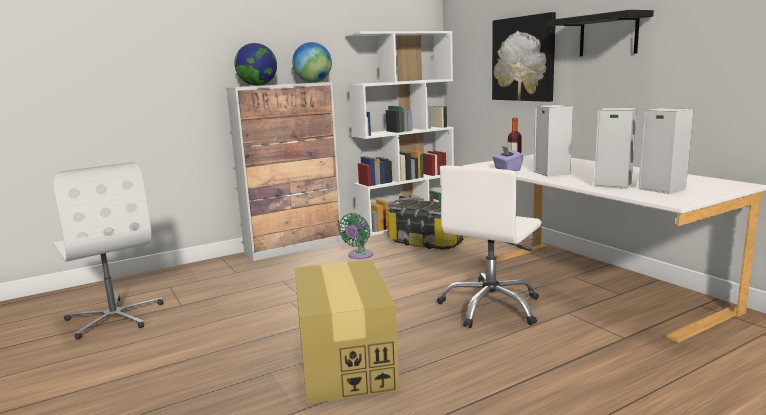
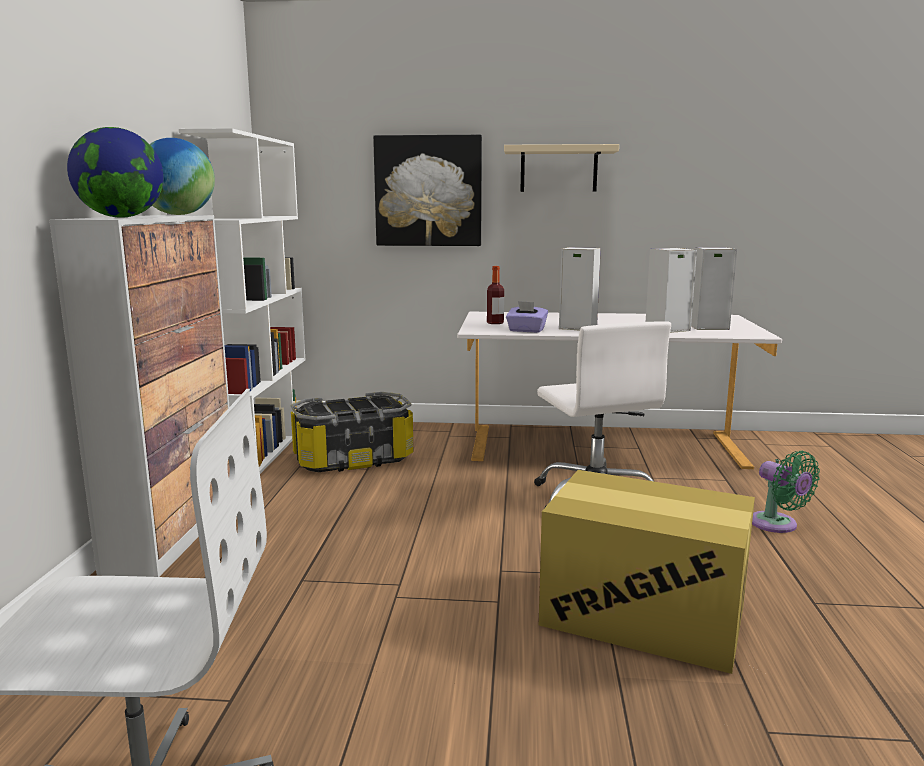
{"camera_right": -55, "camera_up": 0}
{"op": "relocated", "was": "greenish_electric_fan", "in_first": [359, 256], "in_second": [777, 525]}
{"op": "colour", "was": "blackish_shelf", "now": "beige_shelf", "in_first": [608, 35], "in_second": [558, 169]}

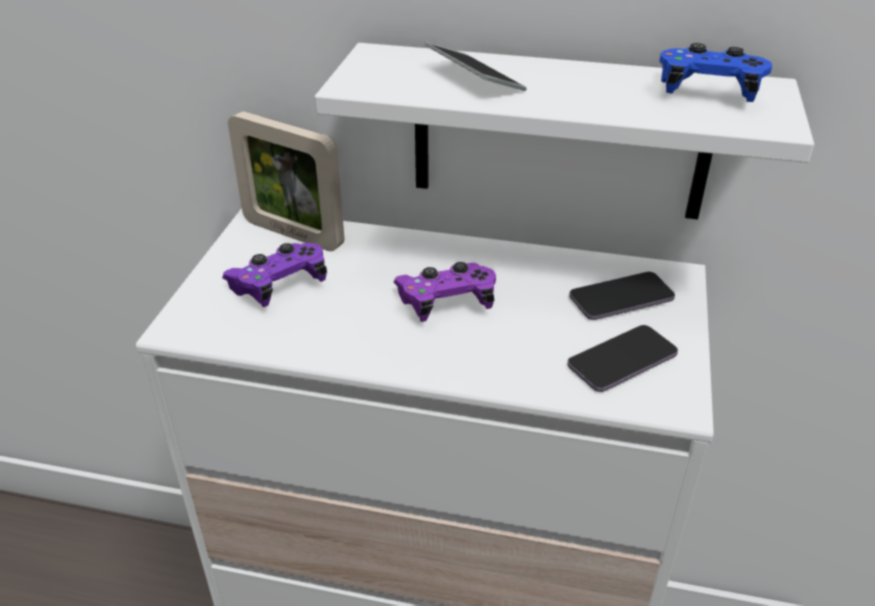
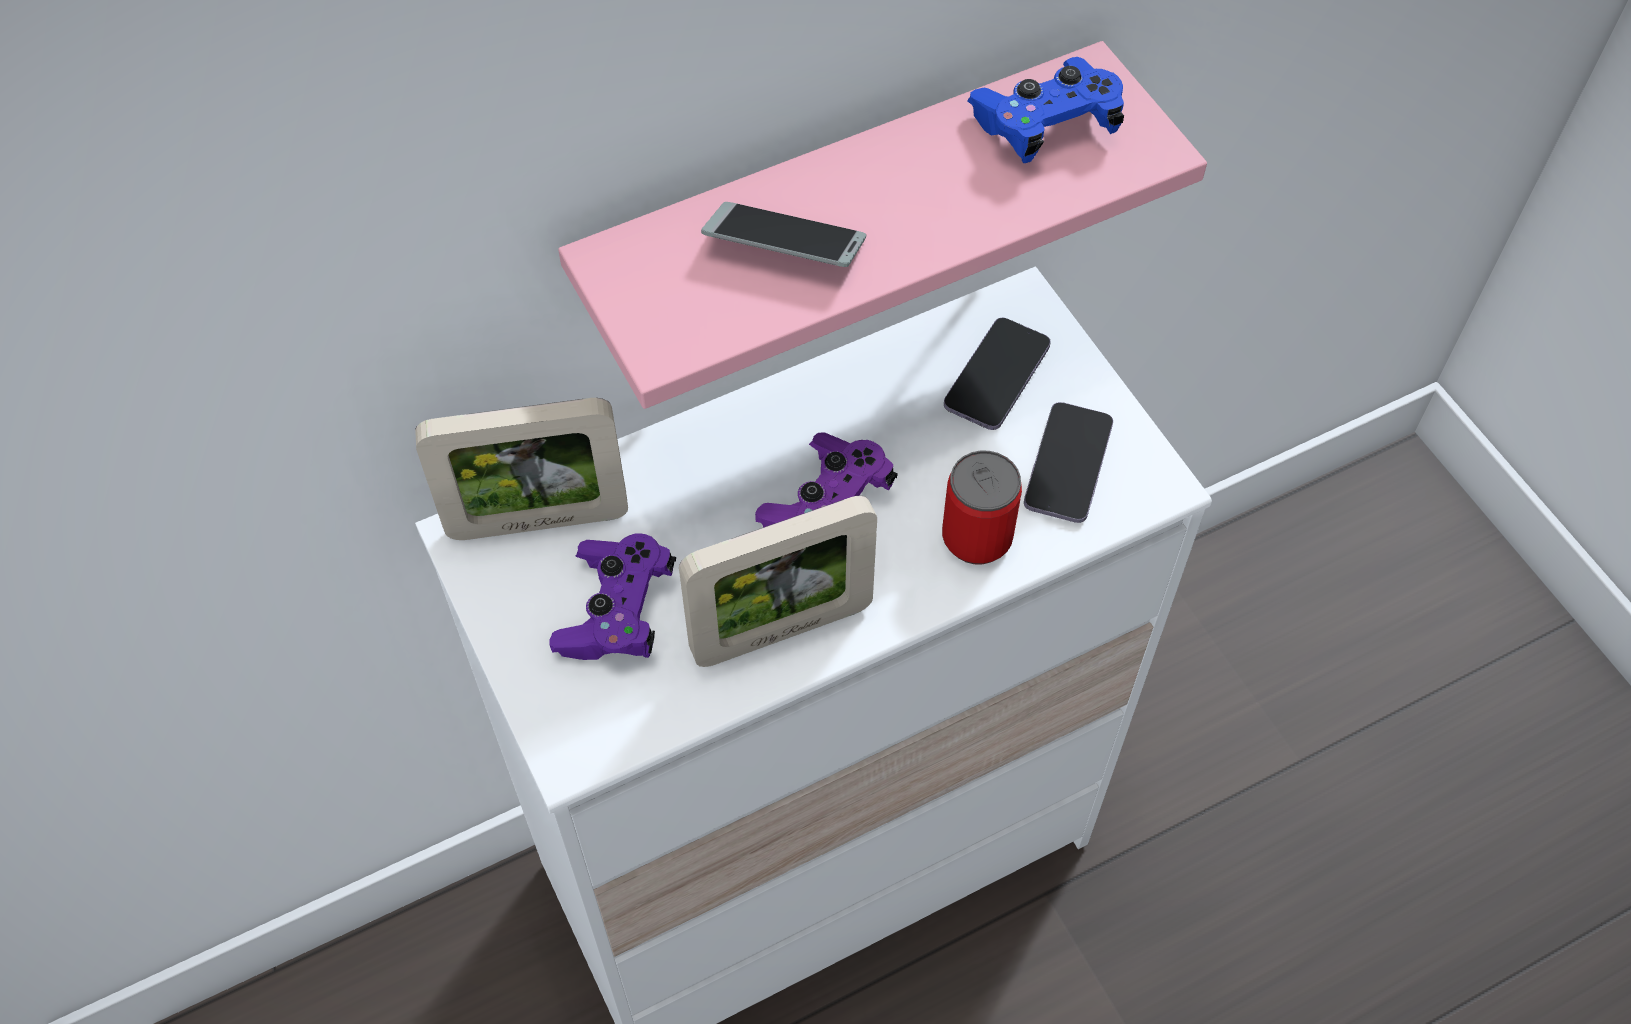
{"camera_right": -40, "camera_up": 20}
{"op": "appeared", "now": "picture_frame", "in_second": [781, 630]}
{"op": "appeared", "now": "metal_can", "in_second": [977, 537]}
{"op": "colour", "was": "white_shelf", "now": "pink_shelf", "in_first": [559, 133], "in_second": [840, 216]}

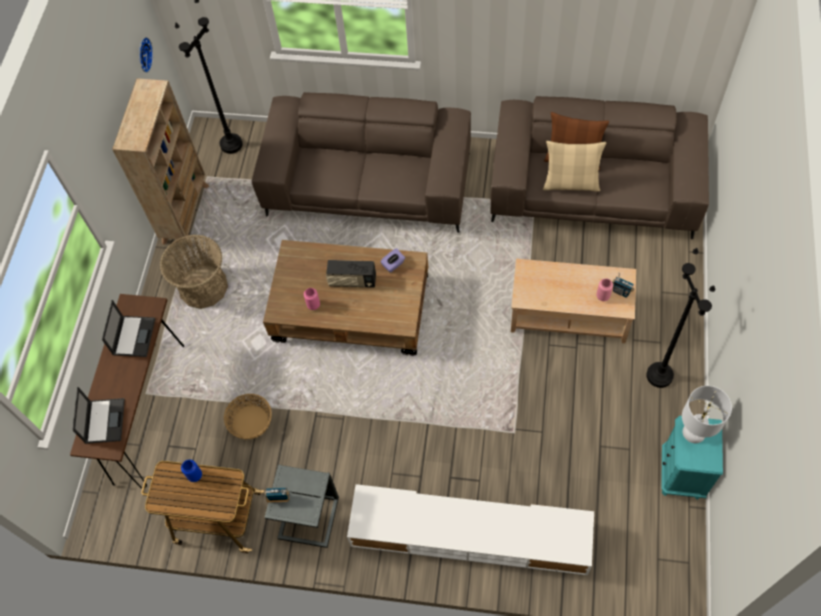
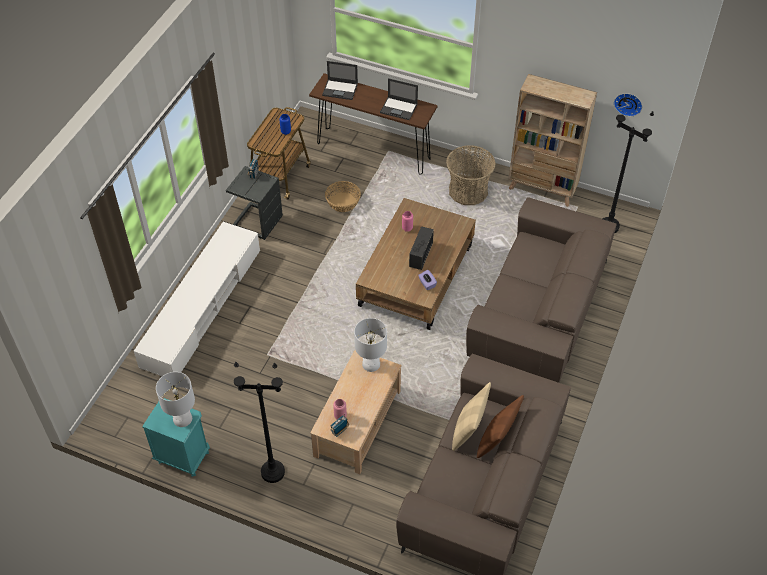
{"camera_right": 100, "camera_up": -10}
{"op": "appeared", "now": "white_lamp_for_a_table", "in_second": [370, 364]}

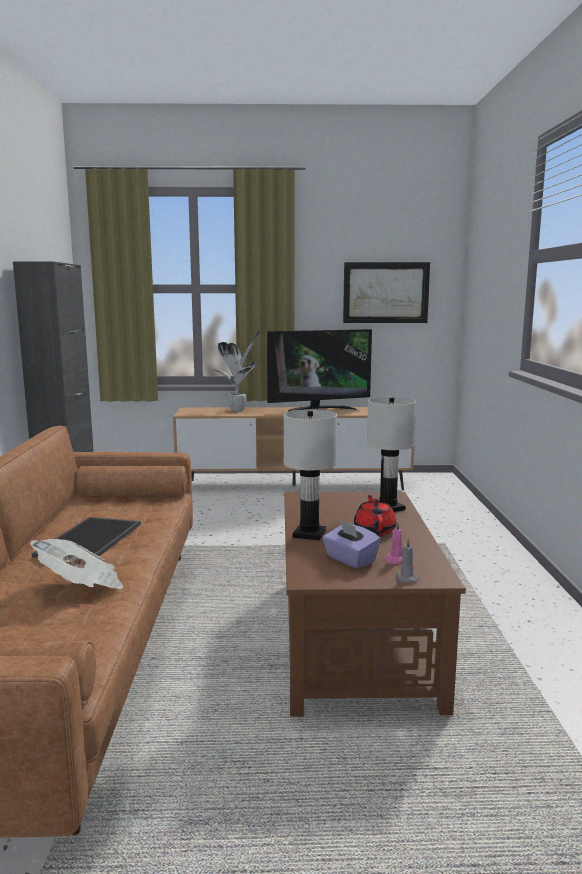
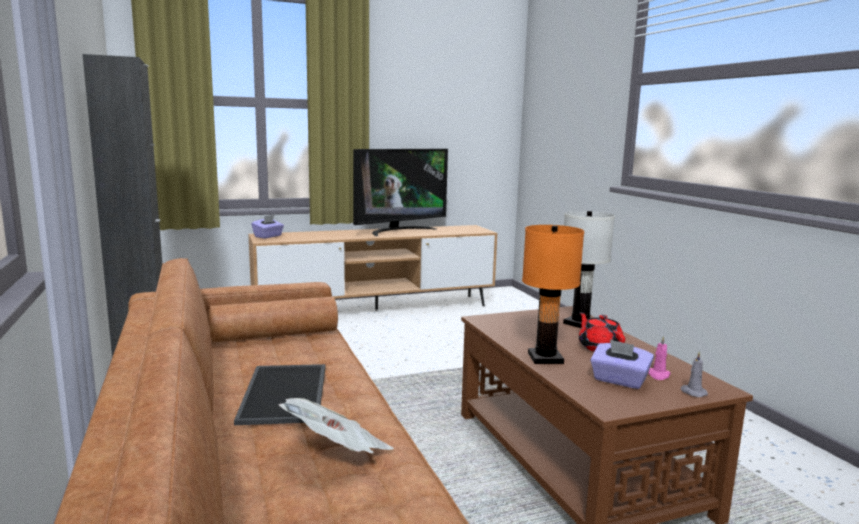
{"camera_right": -20, "camera_up": 0}
{"op": "missing", "was": "plant_in_a_pot", "in_first": [239, 410]}
{"op": "missing", "was": "wall_picture", "in_first": [385, 292]}
{"op": "appeared", "now": "purple_tissue_holder", "in_second": [268, 236]}
{"op": "colour", "was": "white_lamp_for_a_table", "now": "orangey_lamp_for_a_table", "in_first": [309, 534], "in_second": [544, 358]}

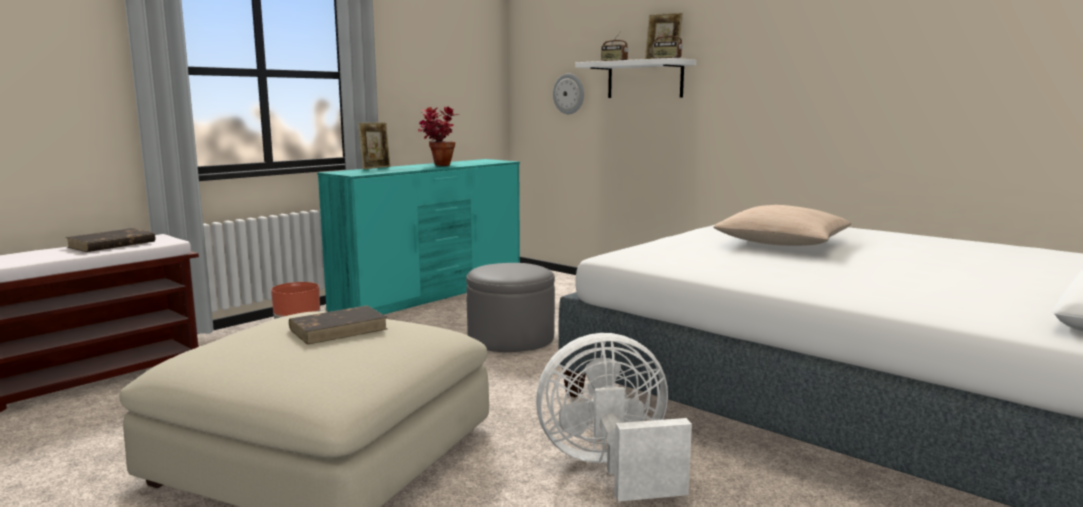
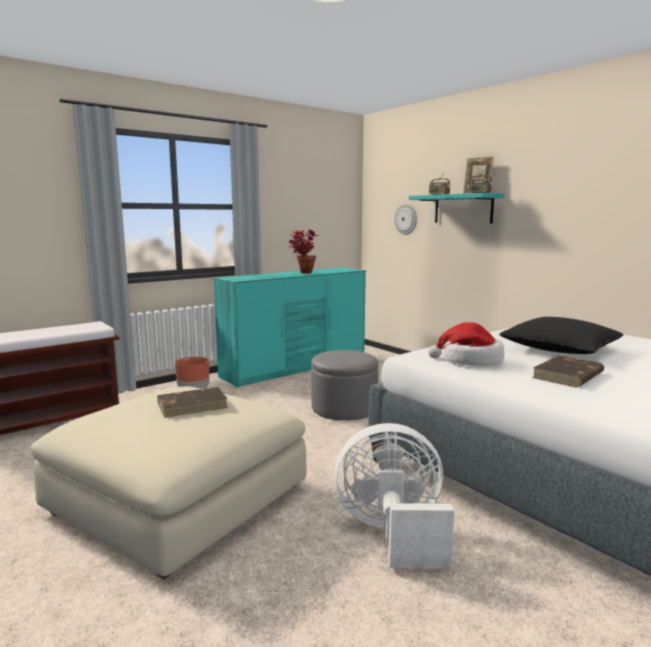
{"camera_right": 10, "camera_up": 0}
{"op": "missing", "was": "picture_frame", "in_first": [375, 168]}
{"op": "appeared", "now": "wearable_hat", "in_second": [470, 360]}
{"op": "relocated", "was": "brown-coloured_book", "in_first": [111, 245], "in_second": [568, 375]}
{"op": "colour", "was": "white_shelf", "now": "turquoise-coloured_shelf", "in_first": [645, 79], "in_second": [463, 209]}
{"op": "colour", "was": "beige_pillow", "now": "blackish_pillow", "in_first": [782, 243], "in_second": [559, 349]}

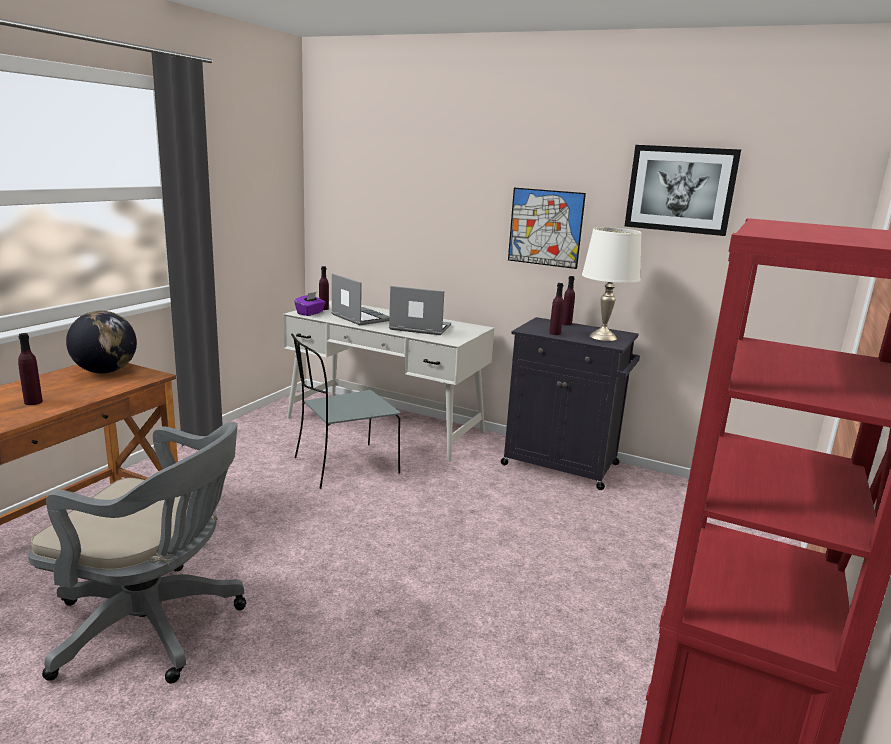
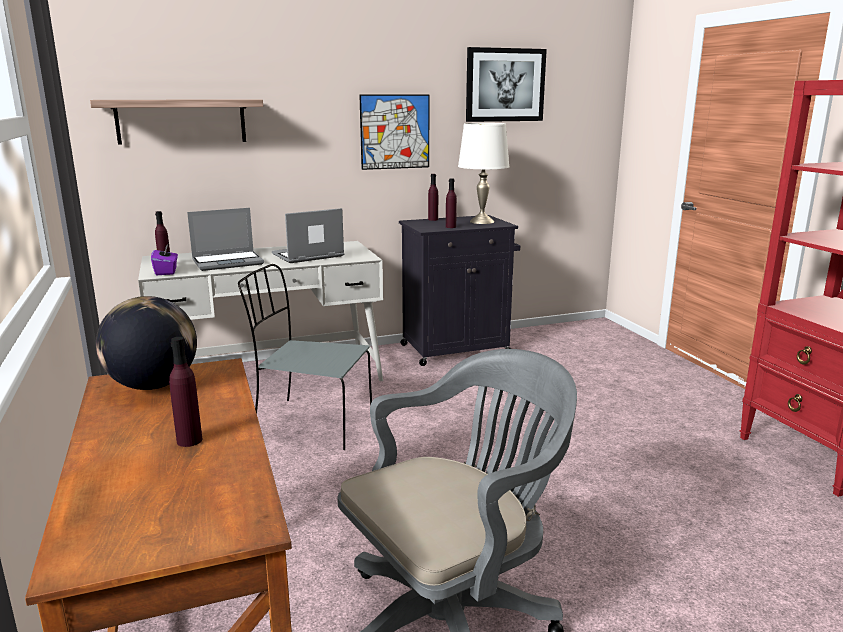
{"camera_right": -45, "camera_up": 0}
{"op": "appeared", "now": "shelf", "in_second": [181, 121]}
{"op": "spun", "was": "gray_upright_chair", "in_first": [343, 466], "in_second": [311, 423], "clockwise": 90}
{"op": "spun", "was": "notebook_computer", "in_first": [360, 317], "in_second": [228, 262], "clockwise": 150}

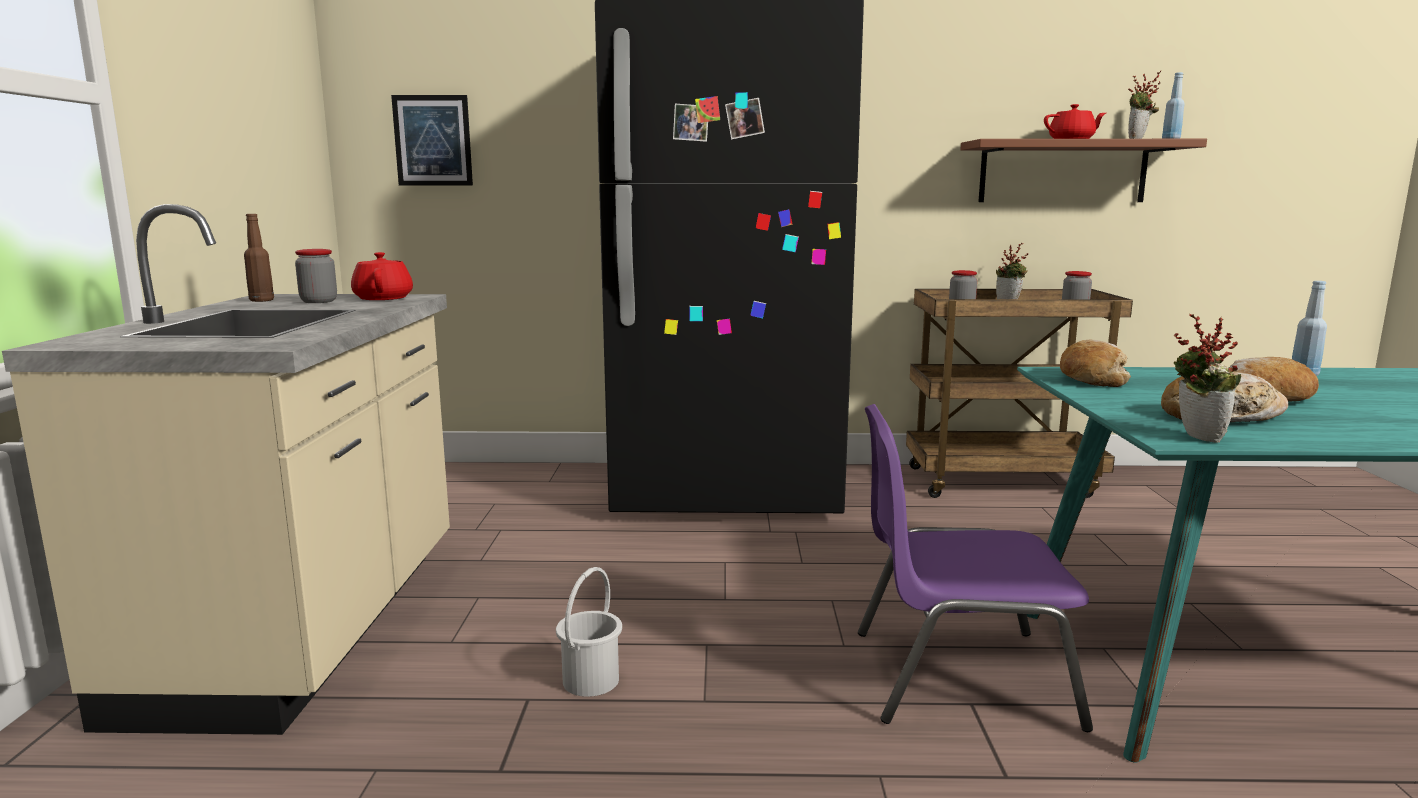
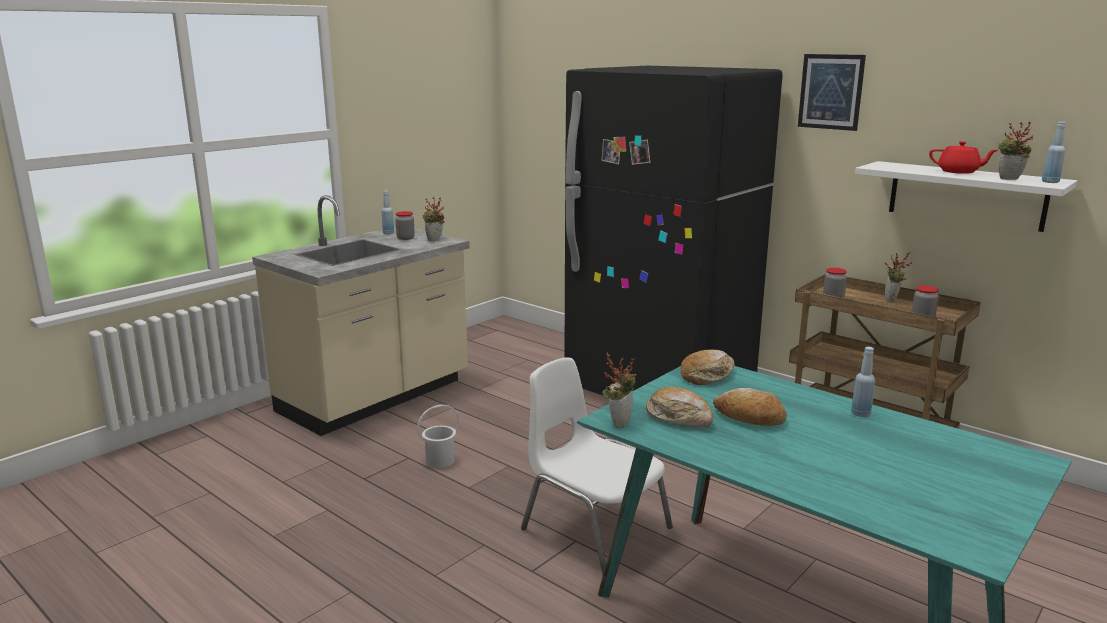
{"camera_right": 40, "camera_up": 5}
{"op": "relocated", "was": "wall_picture", "in_first": [432, 140], "in_second": [830, 92]}
{"op": "exchanged", "was": "red_teapot", "now": "plant_in_a_pot", "in_first": [383, 298], "in_second": [435, 240]}
{"op": "colour", "was": "brown-coloured_beverage_bottle", "now": "blue_beverage_bottle", "in_first": [262, 300], "in_second": [388, 233]}
{"op": "colour", "was": "purple_upright_chair", "now": "white_upright_chair", "in_first": [957, 676], "in_second": [593, 528]}
{"op": "colour", "was": "brown-coloured_shelf", "now": "white_shelf", "in_first": [1062, 172], "in_second": [966, 195]}

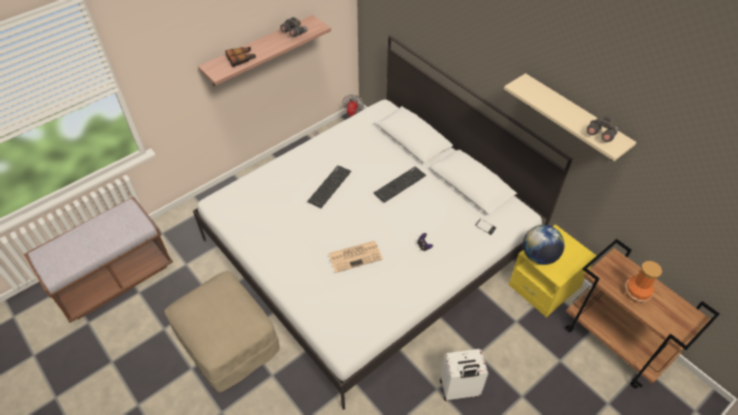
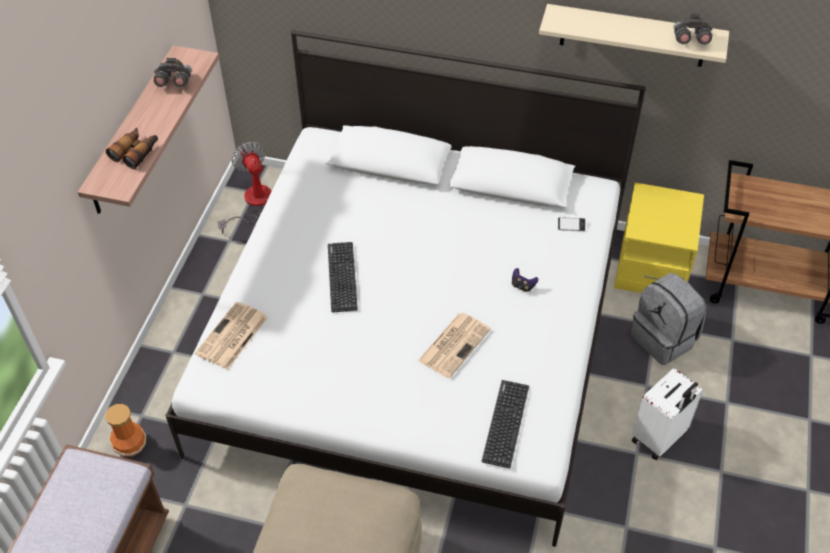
{"camera_right": -35, "camera_up": 0}
{"op": "missing", "was": "globe", "in_first": [539, 256]}
{"op": "appeared", "now": "daily_paper", "in_second": [232, 337]}
{"op": "appeared", "now": "gray_rucksack", "in_second": [664, 338]}
{"op": "relocated", "was": "computer_keyboard", "in_first": [400, 184], "in_second": [505, 423]}
{"op": "relocated", "was": "decorative_vase", "in_first": [635, 292], "in_second": [129, 444]}

